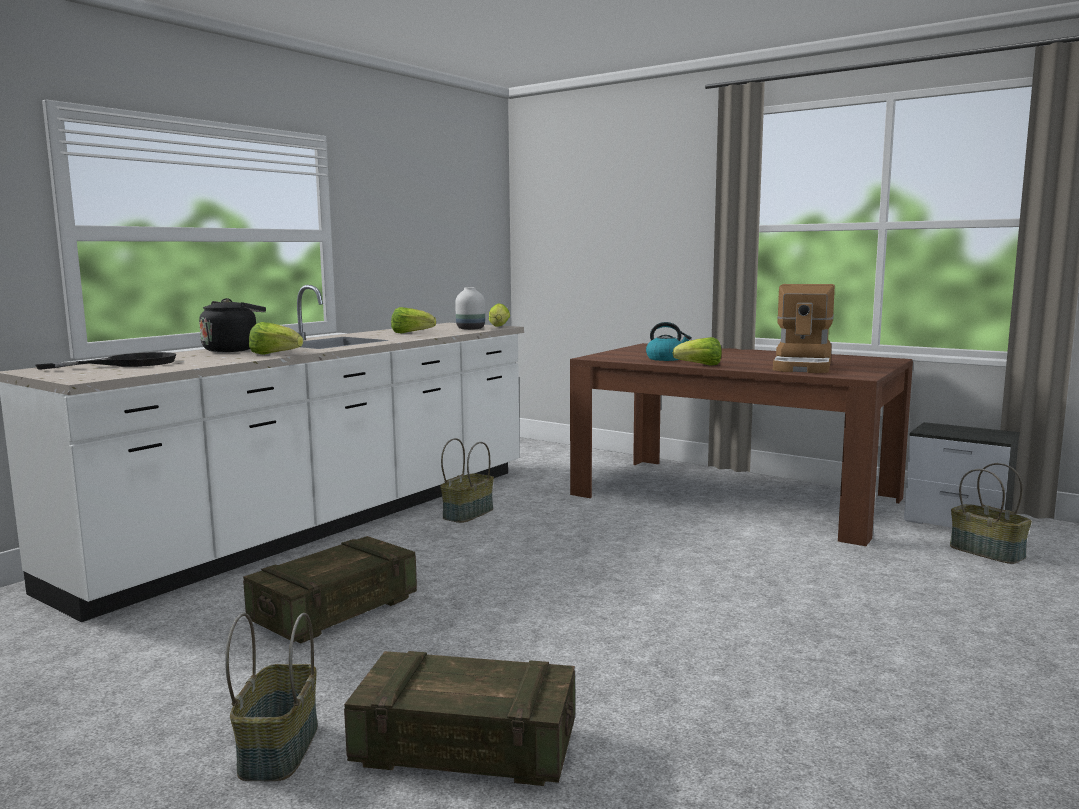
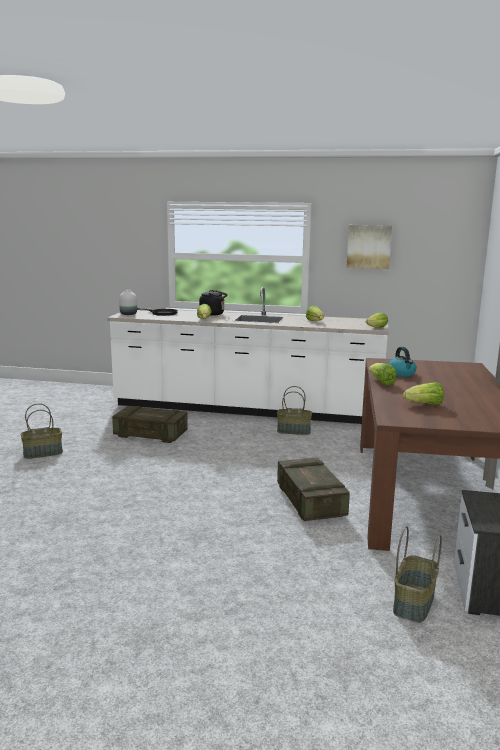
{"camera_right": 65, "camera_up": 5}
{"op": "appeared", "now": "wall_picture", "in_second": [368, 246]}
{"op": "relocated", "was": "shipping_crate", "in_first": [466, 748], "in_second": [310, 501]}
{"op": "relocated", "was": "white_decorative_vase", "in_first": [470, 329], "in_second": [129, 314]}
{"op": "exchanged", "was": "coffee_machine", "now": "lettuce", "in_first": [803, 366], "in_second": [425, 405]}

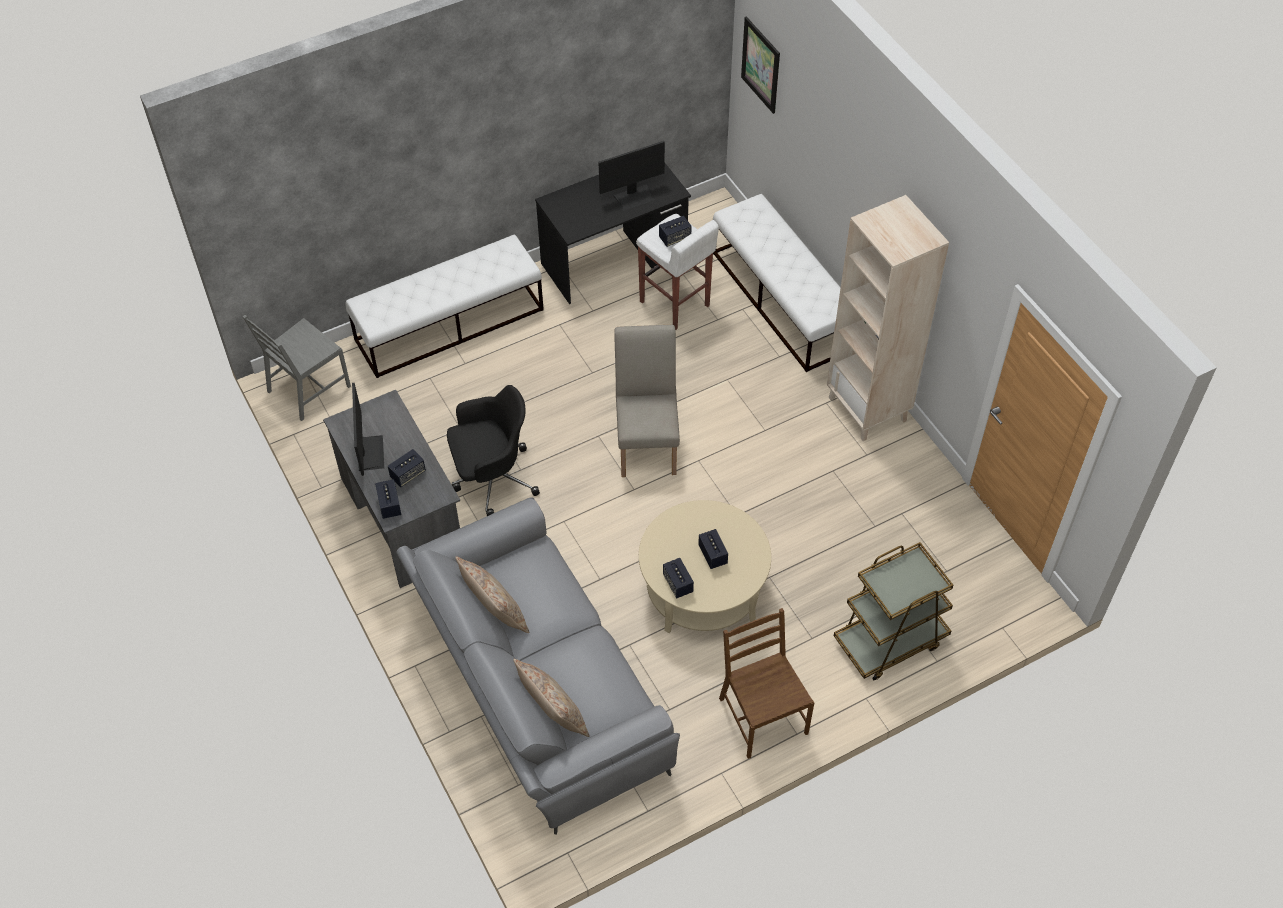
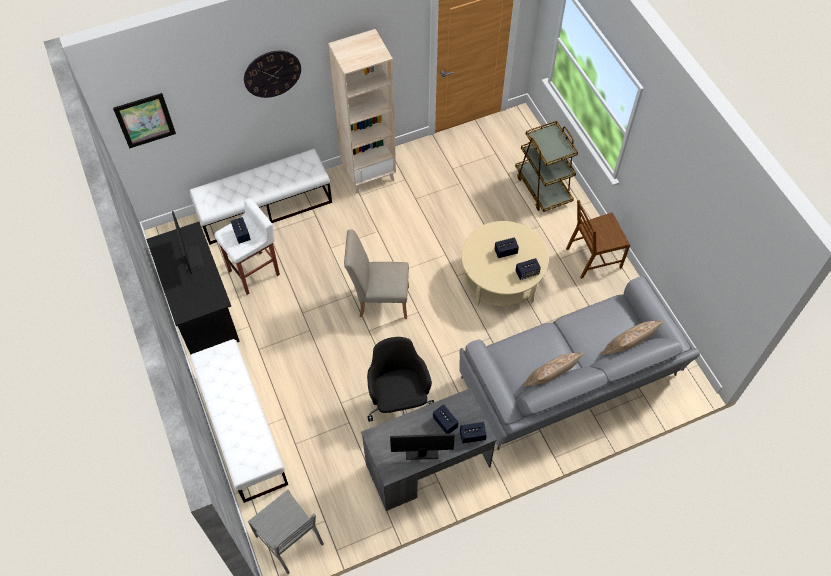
{"camera_right": -85, "camera_up": 5}
{"op": "appeared", "now": "wall_clock", "in_second": [272, 73]}

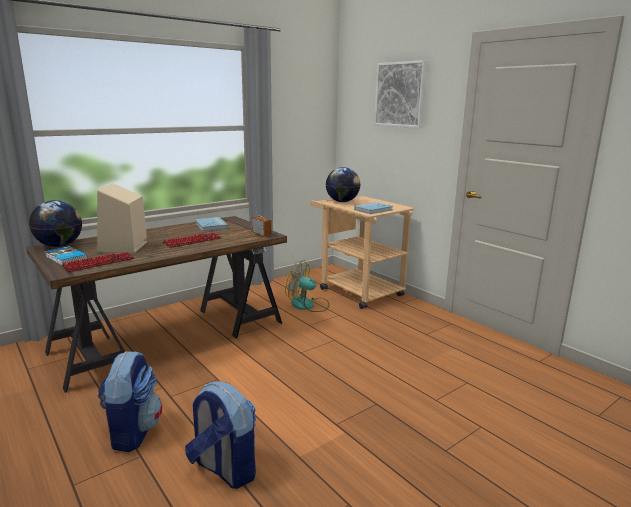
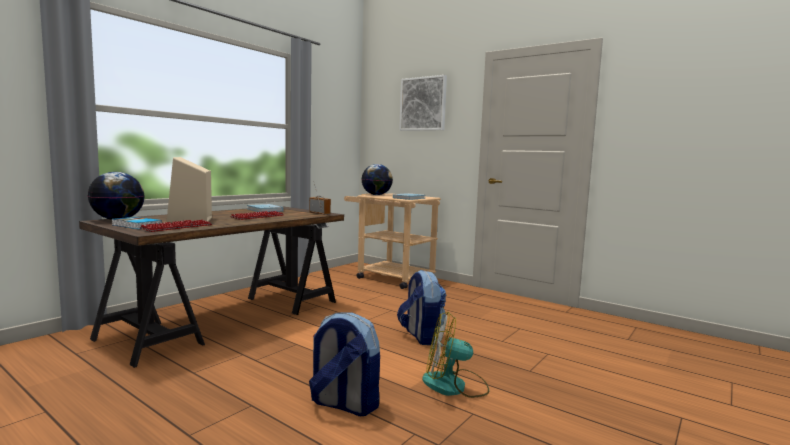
{"camera_right": -15, "camera_up": -10}
{"op": "relocated", "was": "rucksack", "in_first": [133, 432], "in_second": [421, 336]}
{"op": "relocated", "was": "electric_fan", "in_first": [308, 305], "in_second": [454, 386]}

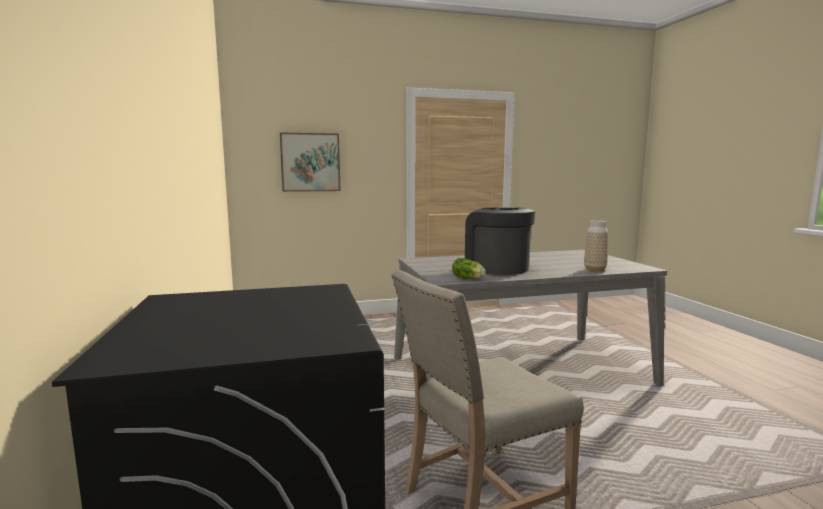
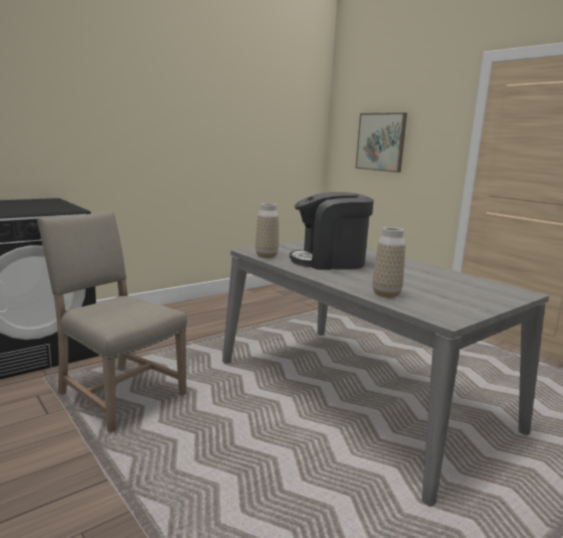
{"camera_right": 65, "camera_up": 5}
{"op": "exchanged", "was": "lettuce", "now": "decorative_vase", "in_first": [469, 278], "in_second": [266, 256]}
{"op": "spun", "was": "coffee_machine", "in_first": [496, 268], "in_second": [329, 261], "clockwise": -135}

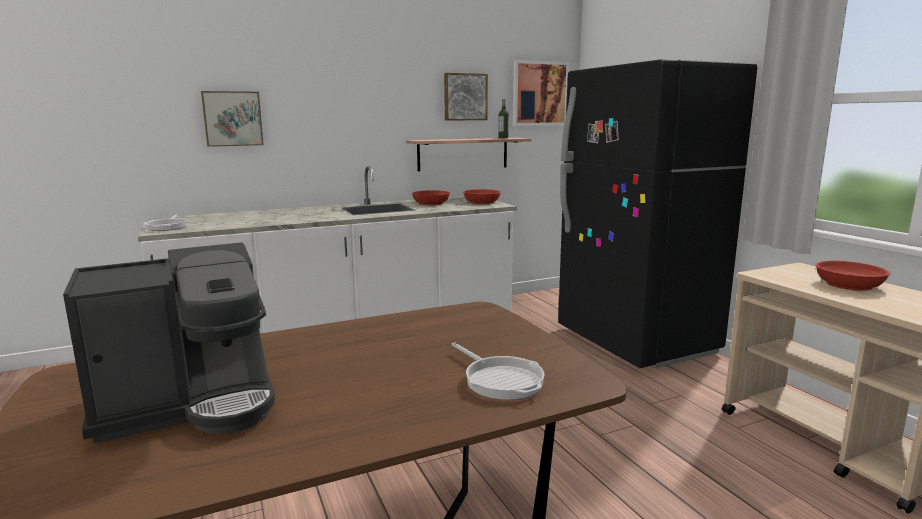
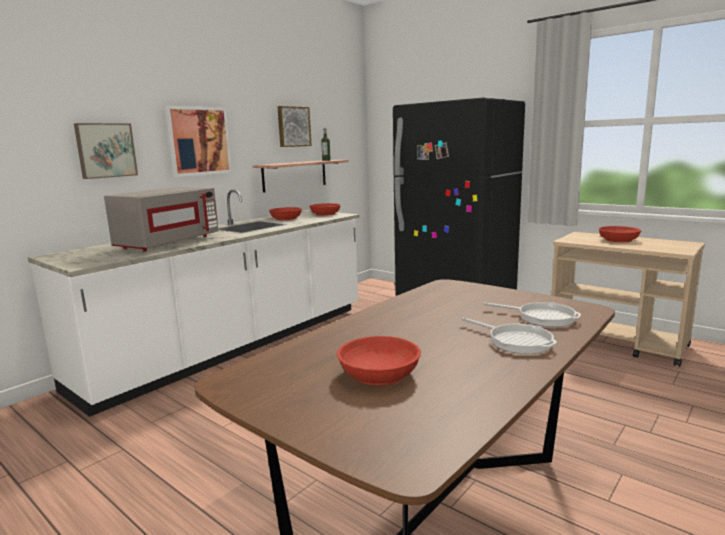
{"camera_right": -25, "camera_up": 0}
{"op": "appeared", "now": "gray_microwave", "in_second": [168, 243]}
{"op": "relocated", "was": "pan", "in_first": [168, 227], "in_second": [516, 341]}
{"op": "relocated", "was": "wall_picture", "in_first": [539, 93], "in_second": [199, 141]}
{"op": "exchanged", "was": "coffee_machine", "now": "red_serving_bowl", "in_first": [190, 404], "in_second": [379, 373]}

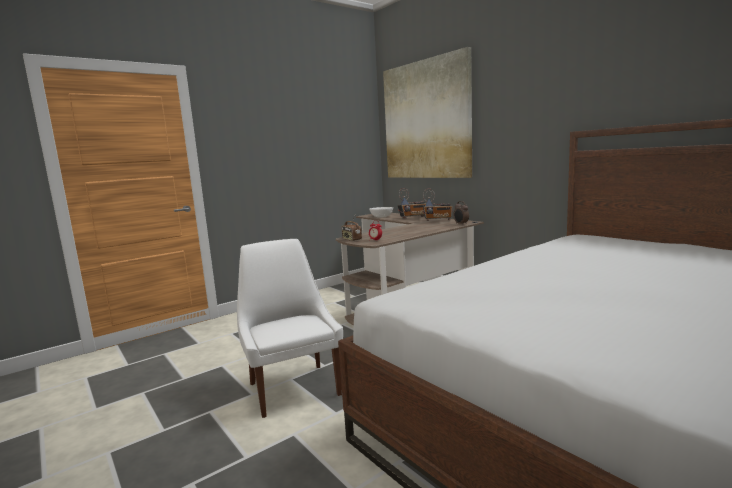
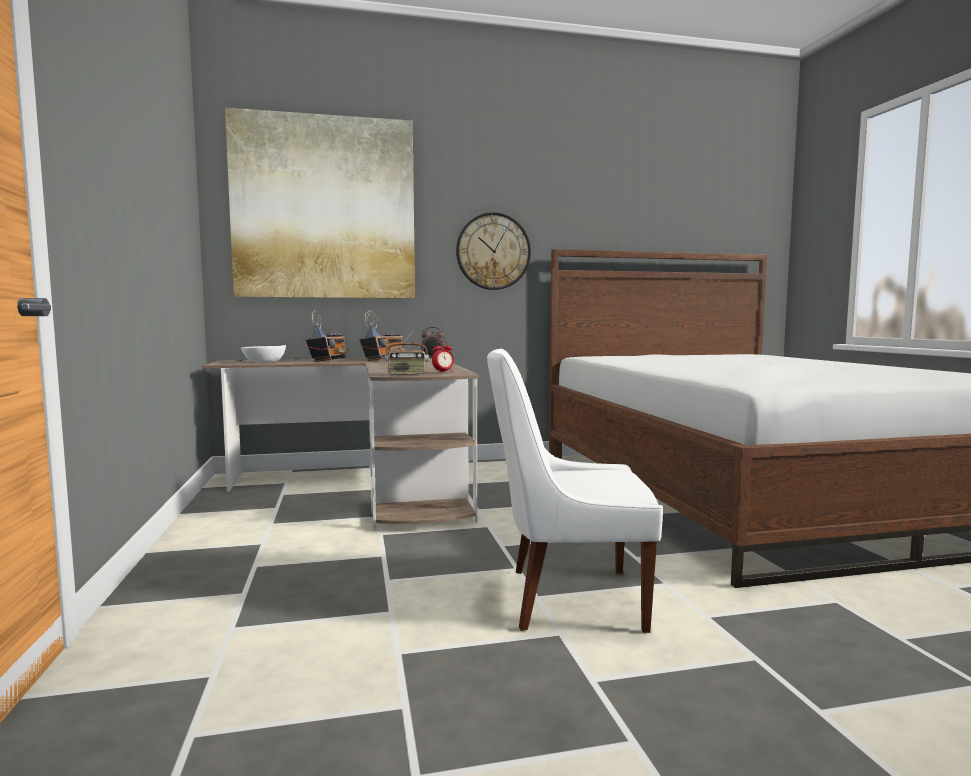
{"camera_right": -65, "camera_up": -5}
{"op": "appeared", "now": "wall_clock", "in_second": [493, 251]}

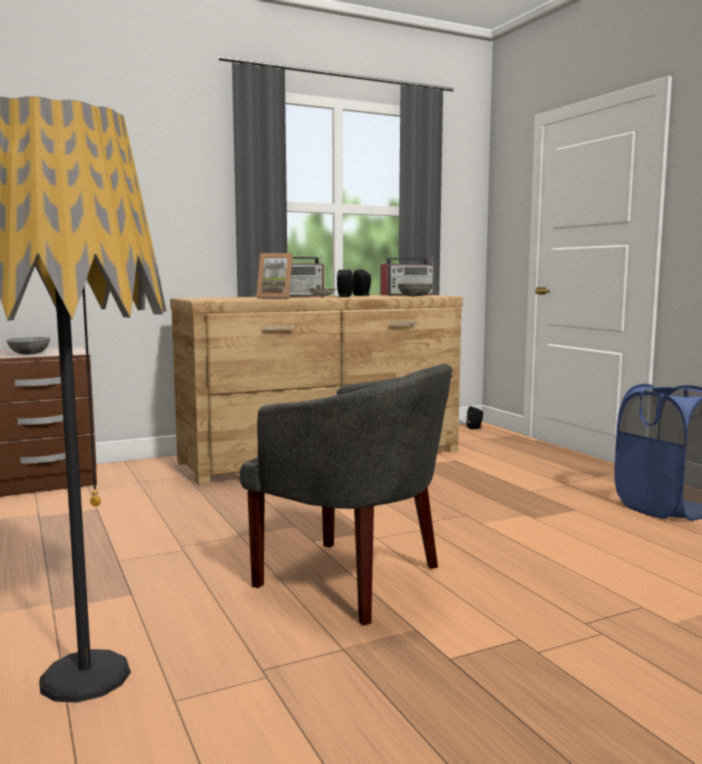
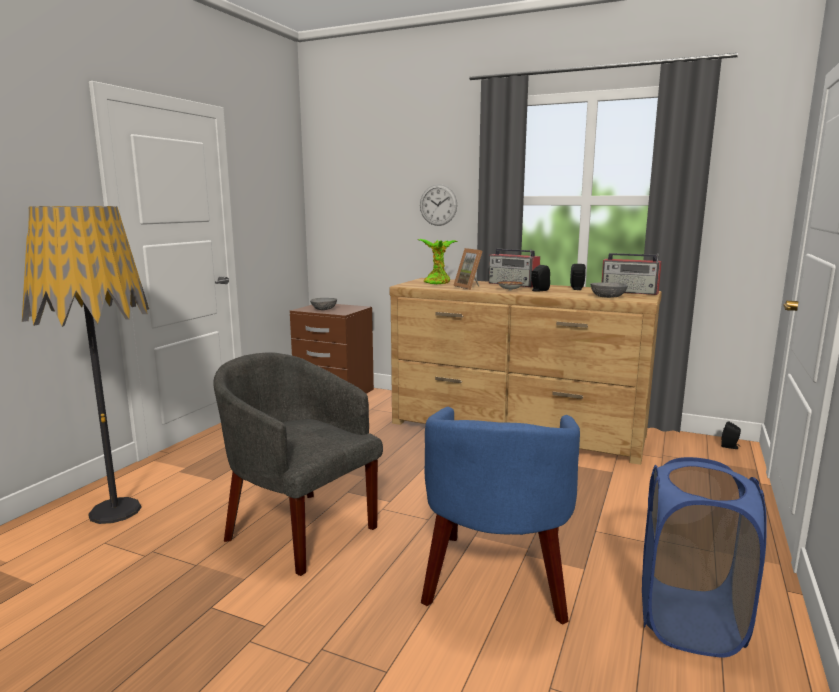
{"camera_right": 50, "camera_up": 5}
{"op": "appeared", "now": "plant_in_a_pot", "in_second": [437, 282]}
{"op": "appeared", "now": "wall_clock", "in_second": [438, 205]}
{"op": "appeared", "now": "blue_easy_chair", "in_second": [496, 580]}
{"op": "spun", "was": "gray_easy_chair", "in_first": [354, 580], "in_second": [299, 529], "clockwise": 135}

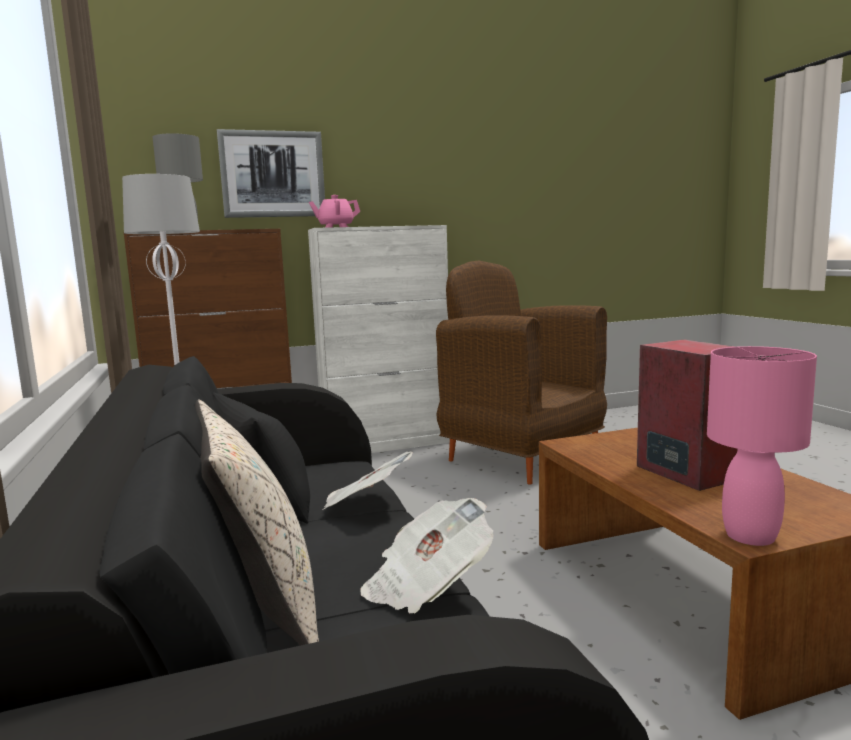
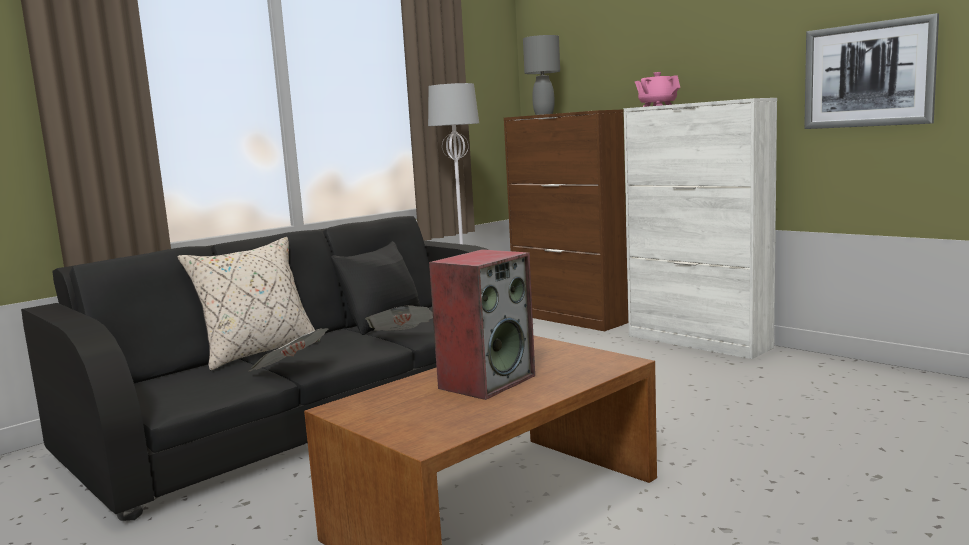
{"camera_right": 65, "camera_up": 0}
{"op": "missing", "was": "brown-coloured_easy_chair", "in_first": [521, 456]}
{"op": "missing", "was": "pink_lamp_for_a_table", "in_first": [751, 536]}
{"op": "relocated", "was": "wall_picture", "in_first": [272, 174], "in_second": [868, 75]}

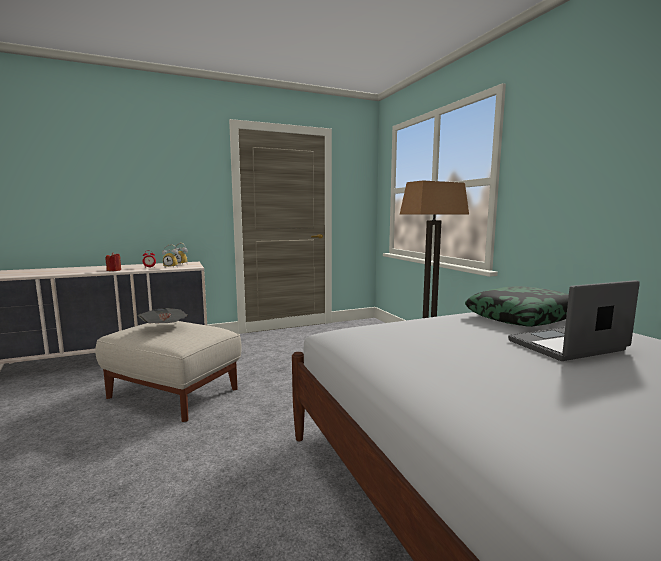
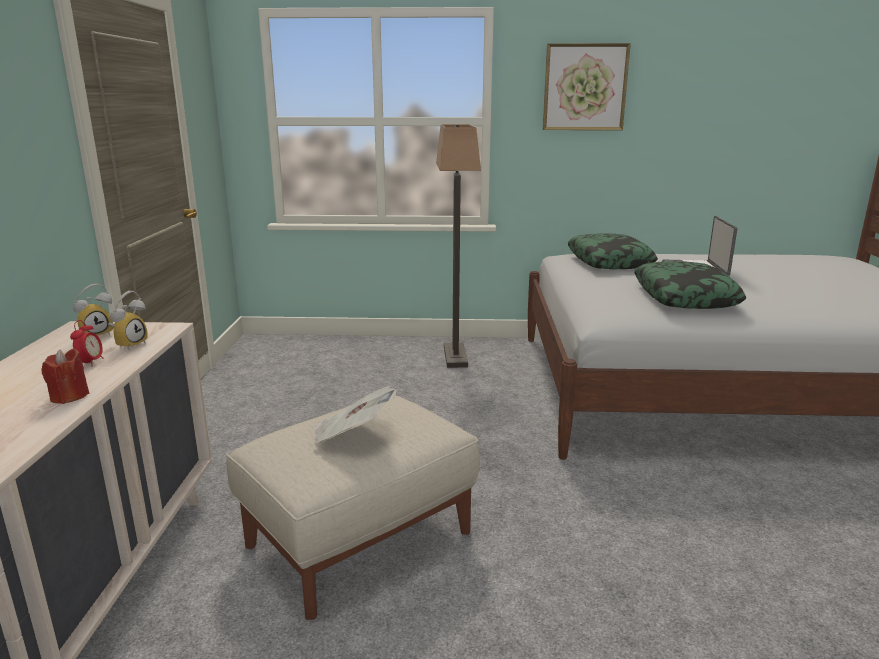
{"camera_right": -65, "camera_up": 10}
{"op": "appeared", "now": "wall_picture", "in_second": [585, 87]}
{"op": "appeared", "now": "pillow", "in_second": [685, 297]}

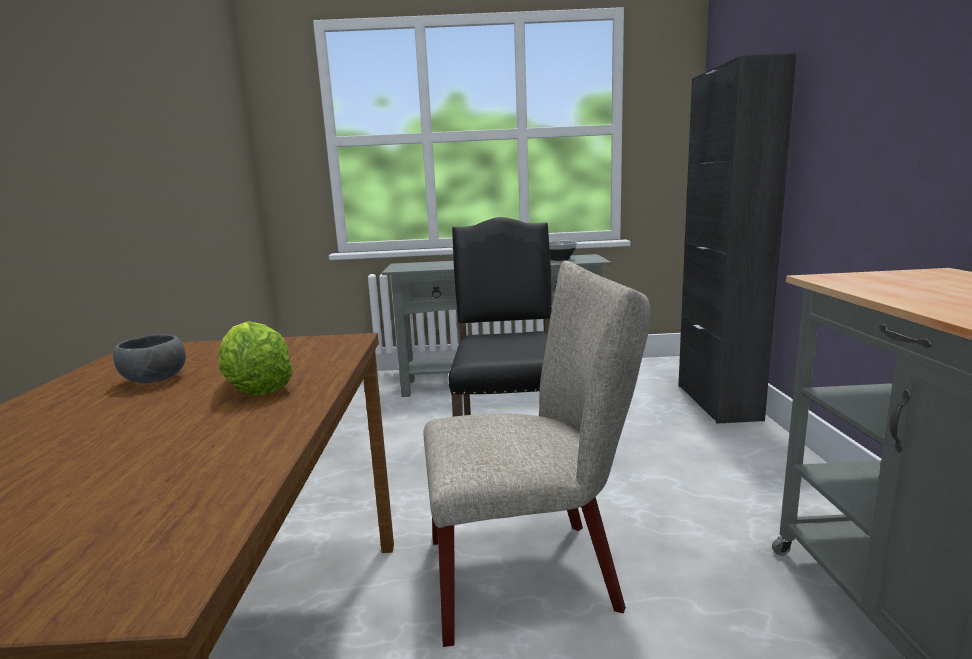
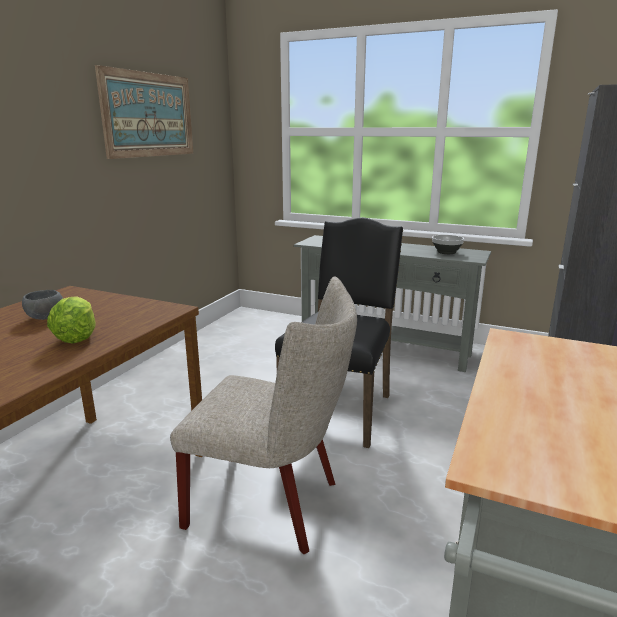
{"camera_right": 25, "camera_up": 5}
{"op": "appeared", "now": "wall_picture", "in_second": [149, 115]}

